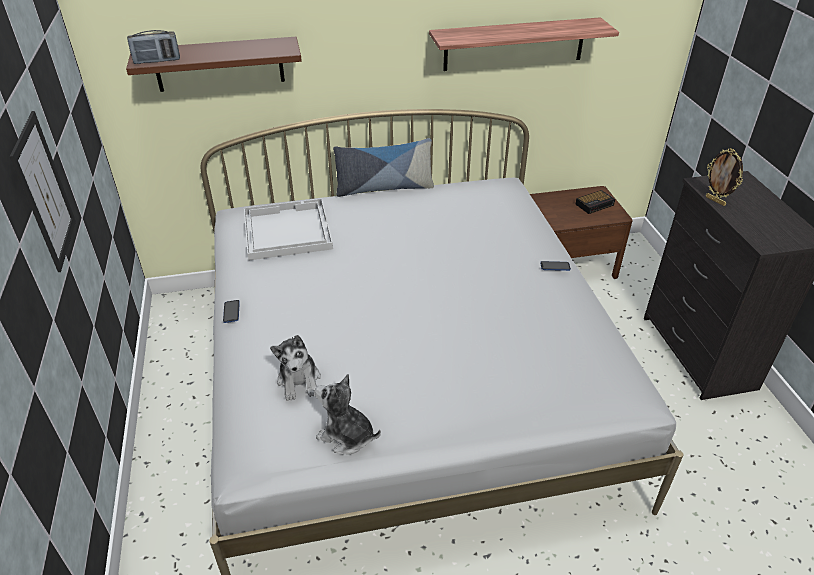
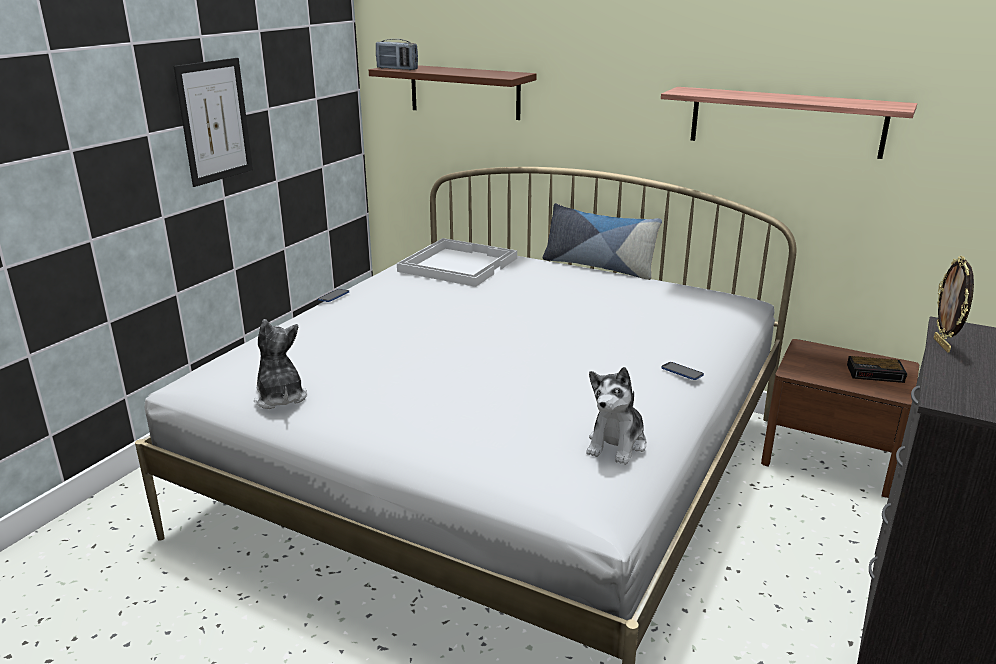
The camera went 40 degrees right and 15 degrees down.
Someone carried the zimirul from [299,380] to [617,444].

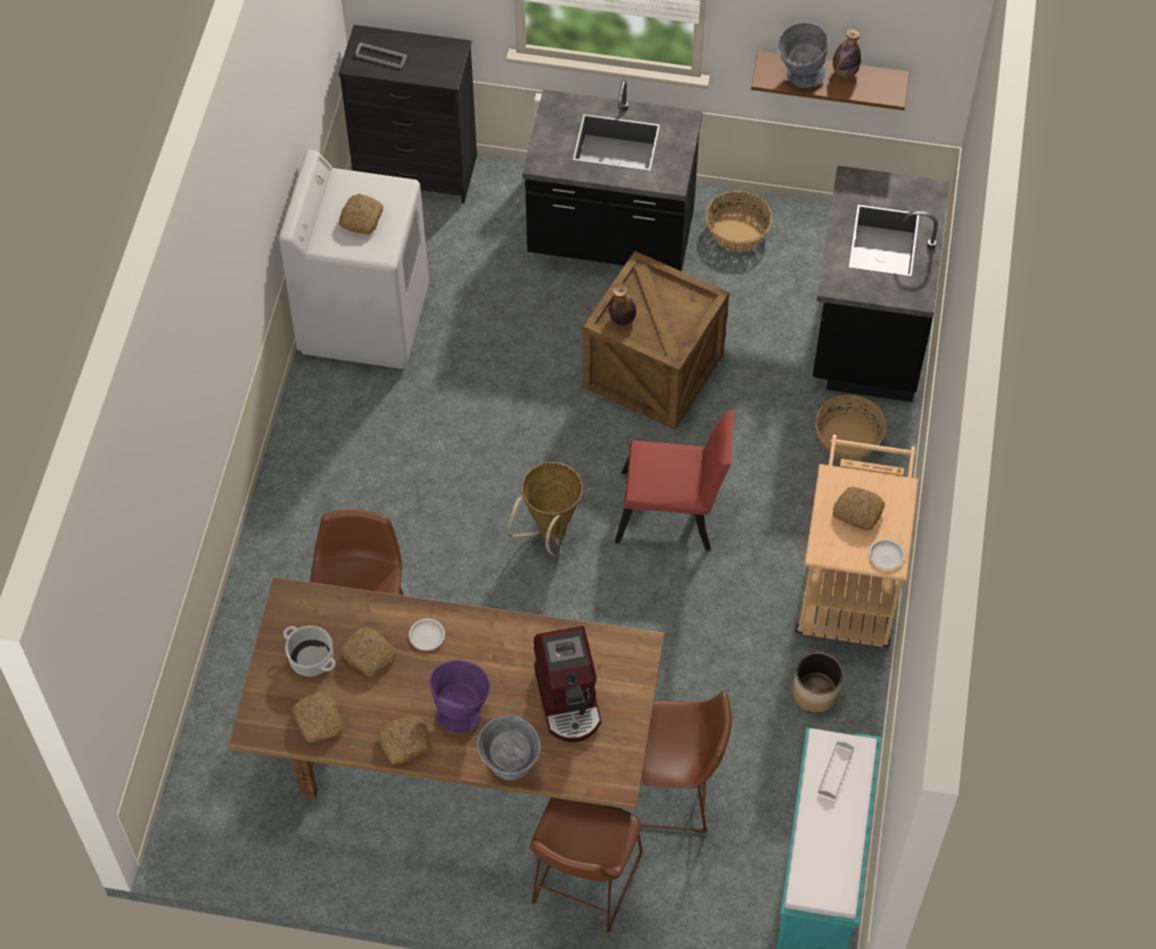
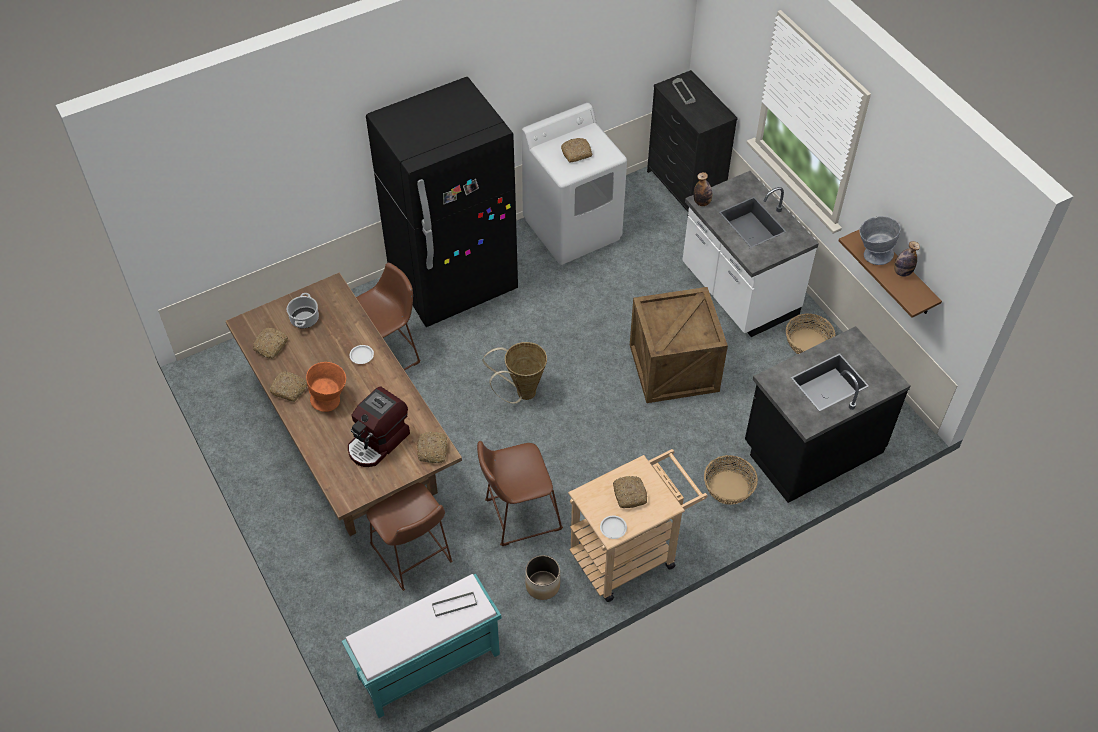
The camera went 50 degrees right and 5 degrees down.
Someone carried the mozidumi from [369,655] to [433,450].
Someone repainted the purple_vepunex at [462,708], which became the orange_vepunex at [331,399].
Someone took away the grey_vepunex at [510,768].
Someone repainted the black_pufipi at [611,237], which became the white_pufipi at [738,292].
Someone carried the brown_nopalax from [583,884] to [518,515].
Someone carried the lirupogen from [622,319] to [702,202].
Someone took away the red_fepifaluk at [673,513].
Someone put down the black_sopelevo at [453,283].

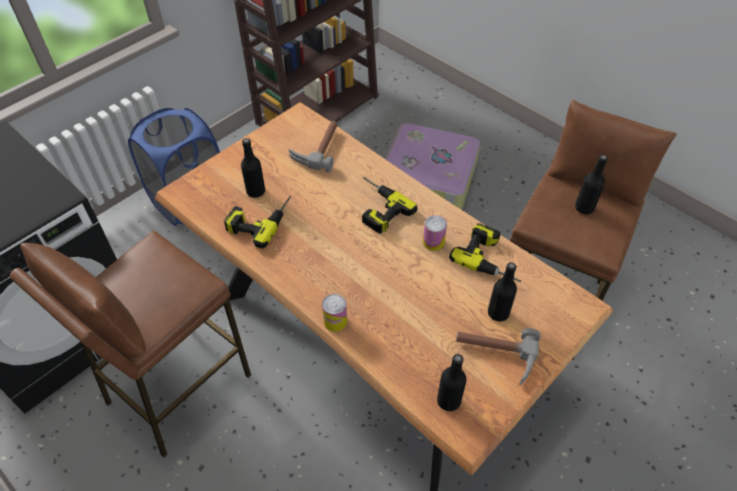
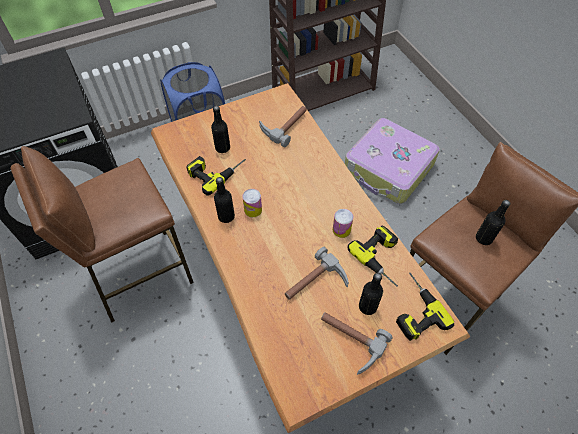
The camera went 20 degrees right and 5 degrees up.
Someone carried the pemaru from [335,321] to [253,210].
Someone carried the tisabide from [376,207] to [413,309].
Someone carried the black_lirupogen from [448,401] to [226,216].
Someone put down the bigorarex at [316,285].

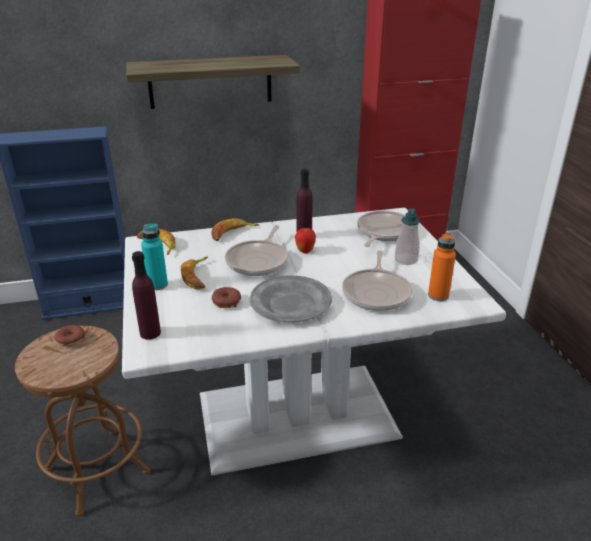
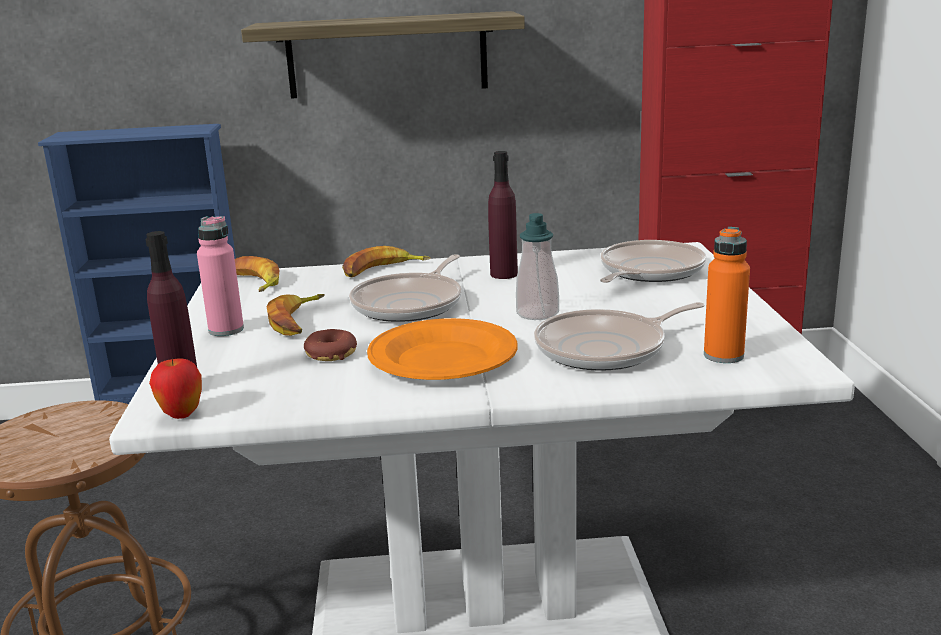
The camera went 10 degrees right and 10 degrees down.
Someone took away the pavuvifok at [70,339].
Someone repainted the turquoise_lirupogen at [157,285], which became the pink_lirupogen at [226,330].
Someone repainted the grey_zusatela at [291,303], which became the orange_zusatela at [444,358].
Someone carried the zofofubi from [305,251] to [181,414].
Someone rotated the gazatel at [376,293] by 45 degrees clockwise.
Someone carried the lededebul from [406,260] to [537,313].

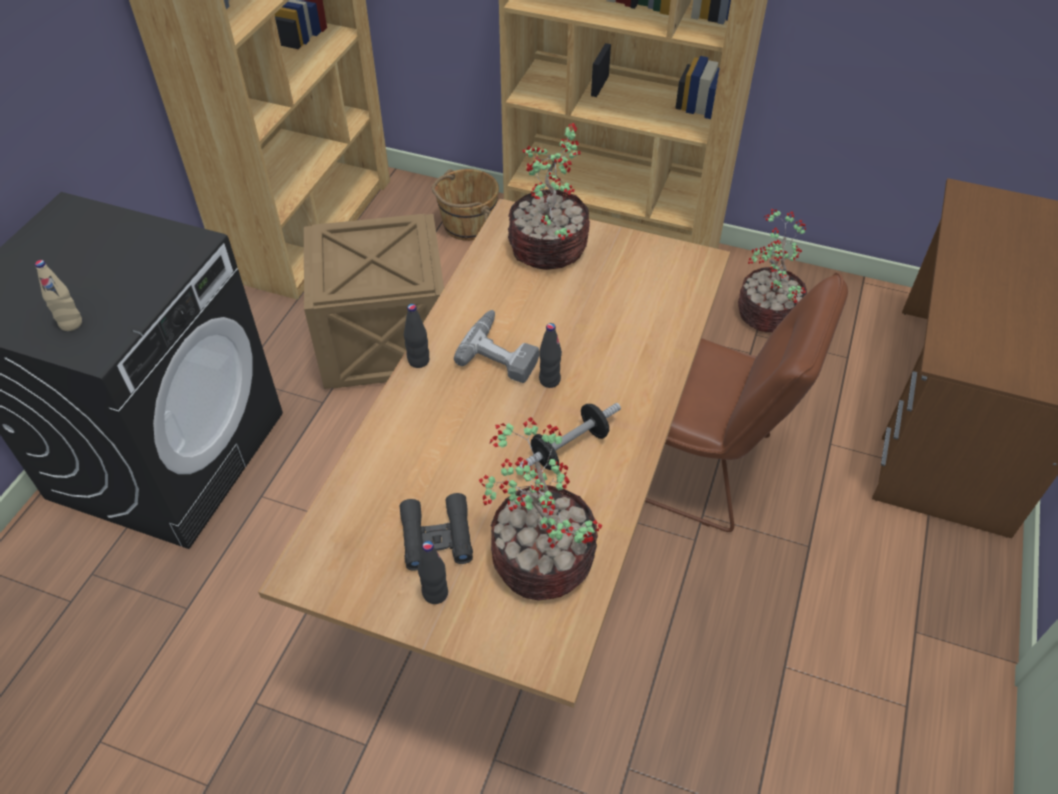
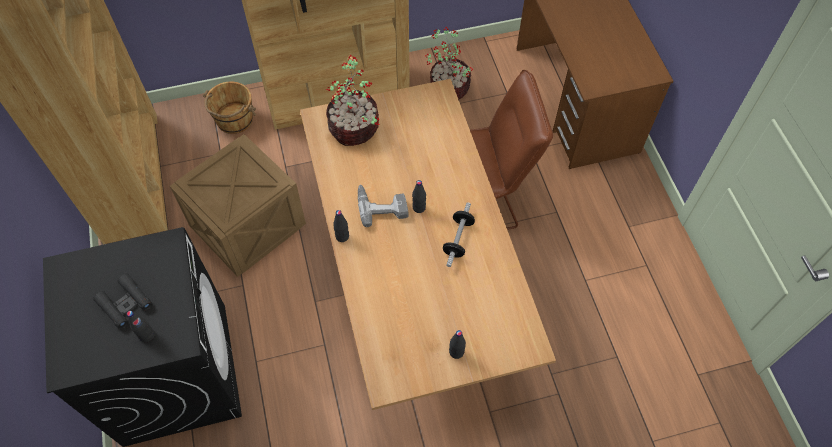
The camera went 35 degrees left and 10 degrees up.
Someone repainted the beige_lirupogen at [71,323], which became the black_lirupogen at [147,335].
Someone carried the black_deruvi from [437,537] to [125,304].
Someone took away the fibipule at [540,556].

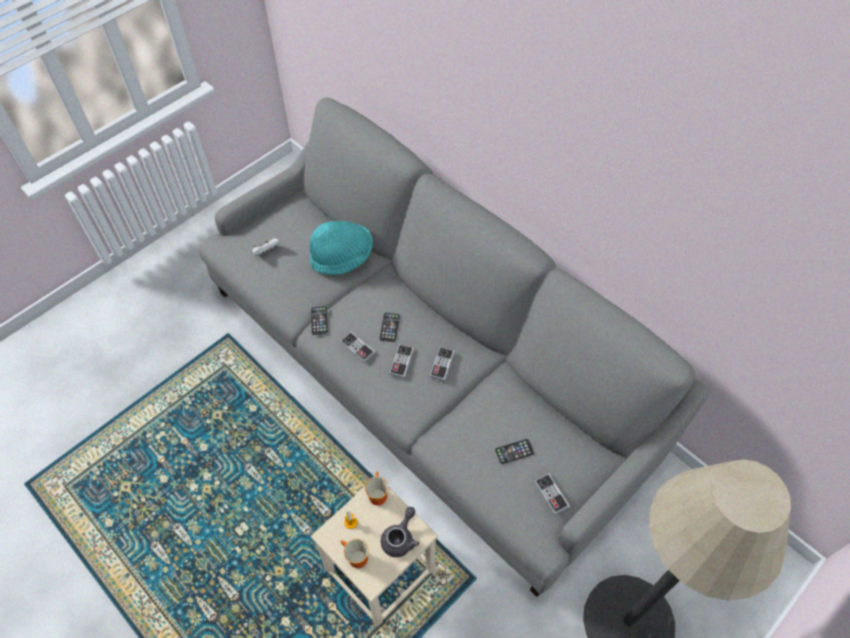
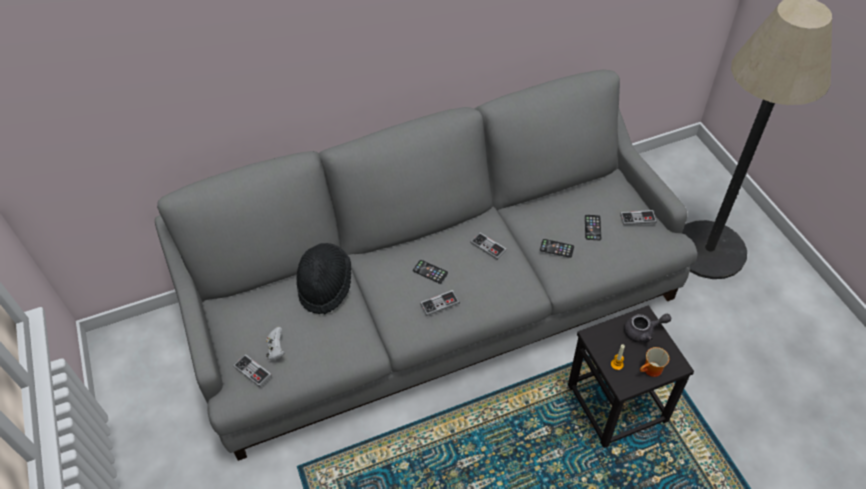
The camera went 65 degrees left and 5 degrees down.
Someone repainted the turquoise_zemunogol at [342,257], which became the black_zemunogol at [325,286].
Someone carried the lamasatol from [319,320] to [556,248].
Someone repainted the beige_nopalax at [380,570], which became the black_nopalax at [618,403].
Someone took away the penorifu at [376,494].
Someone rotated the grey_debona at [400,538] by 120 degrees clockwise.
Someone carried the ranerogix from [401,361] to [252,371].

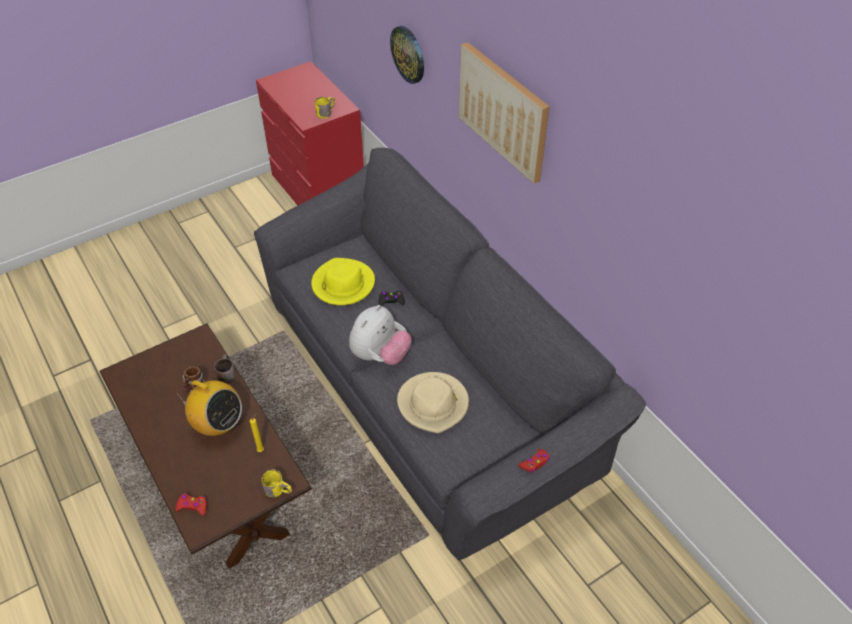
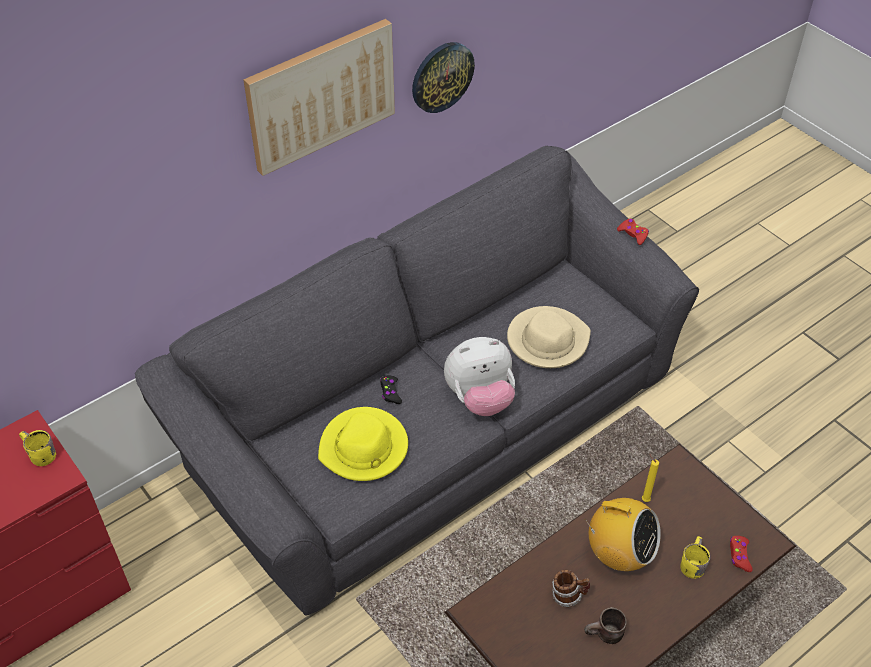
The camera went 95 degrees left and 0 degrees up.
Someone rotated the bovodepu at [218,424] by 90 degrees clockwise.
Someone carried the brown_penorifu from [225,374] to [605,636].
Someone carried the yellow_penorifu from [279,489] to [691,563].
Someone rotated the zimirul at [380,355] by 135 degrees clockwise.
Someone carried the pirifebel from [408,54] to [442,76].

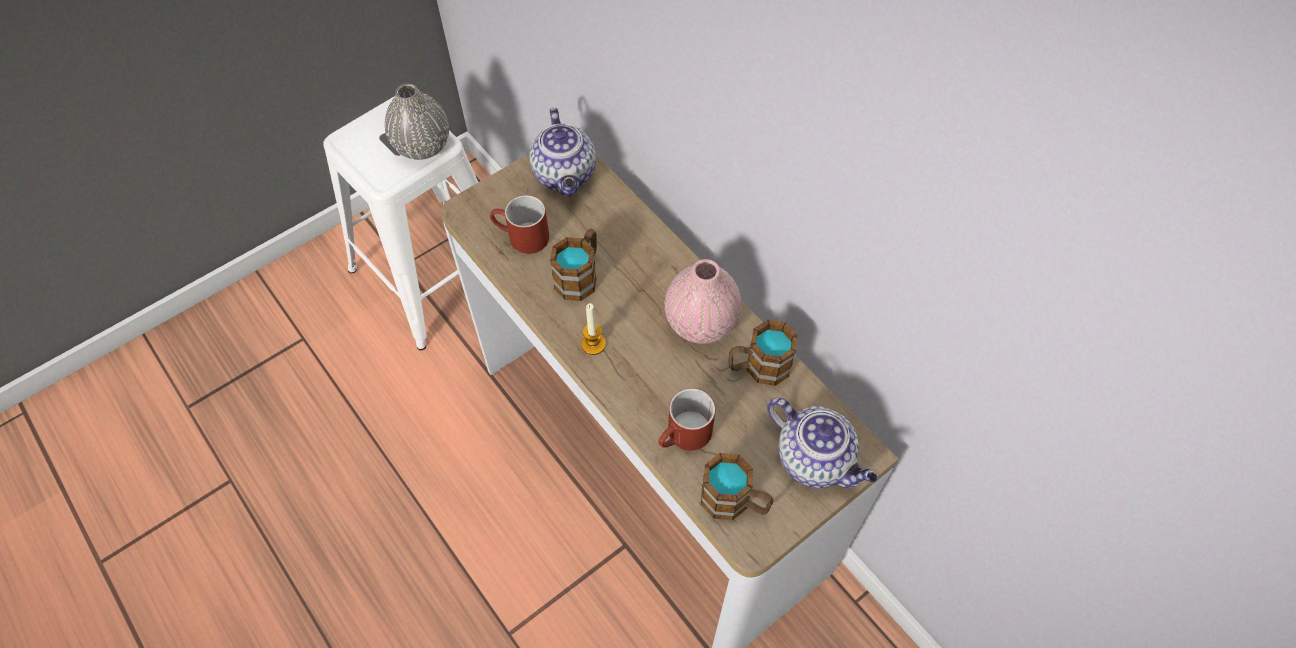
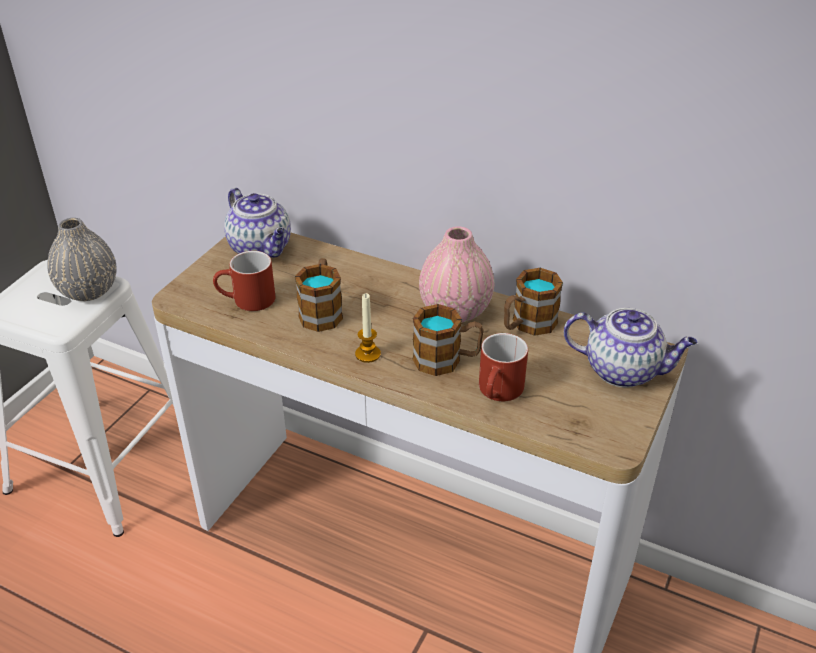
The camera went 25 degrees left and 20 degrees down.
Someone carried the penorifu from [734,502] to [447,360].

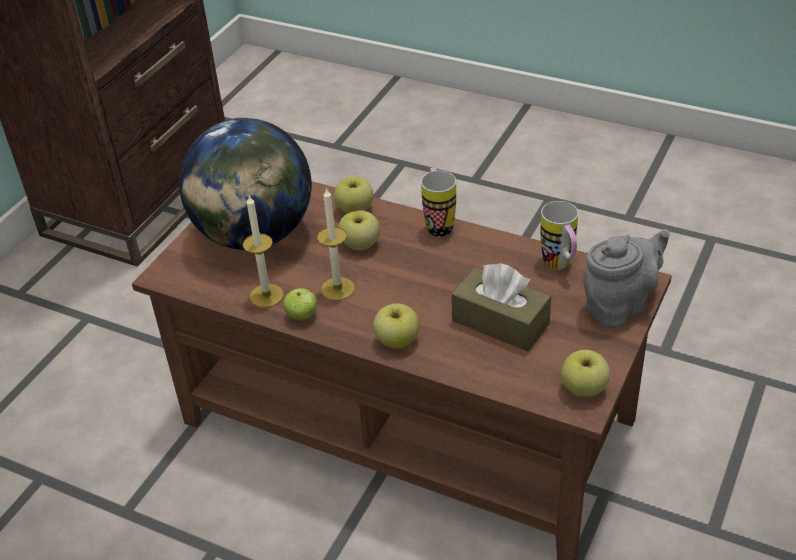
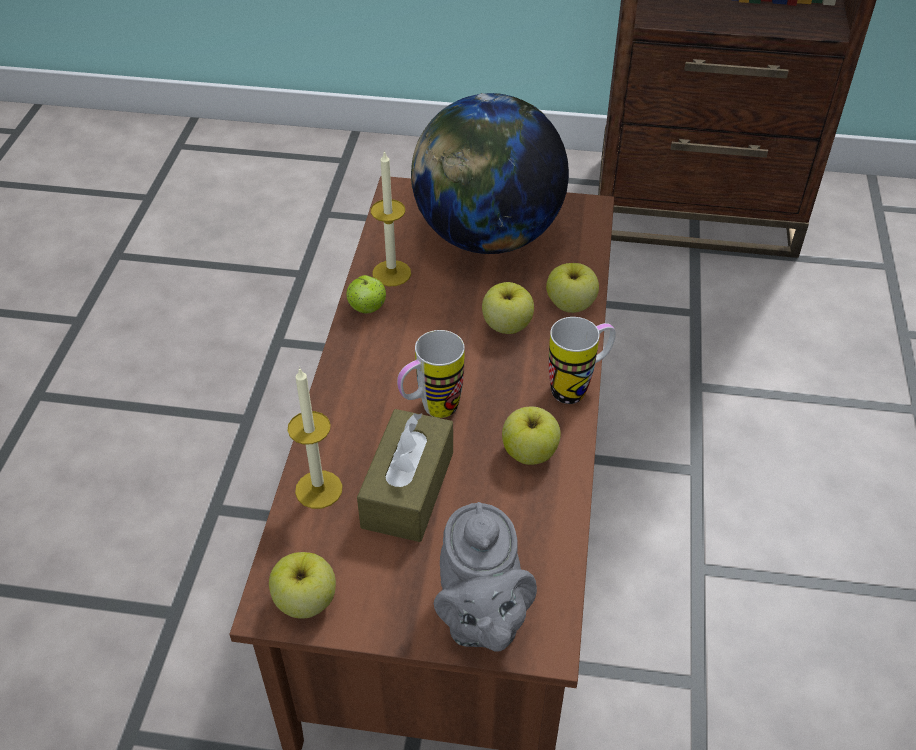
The camera went 70 degrees right and 5 degrees up.
Someone carried the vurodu from [338,289] to [318,489].
Someone carried the zofofubi from [397,340] to [530,452].
Someone carried the penorifu from [560,266] to [430,410].
Someone rotated the grey_debona at [619,306] by 45 degrees clockwise.

